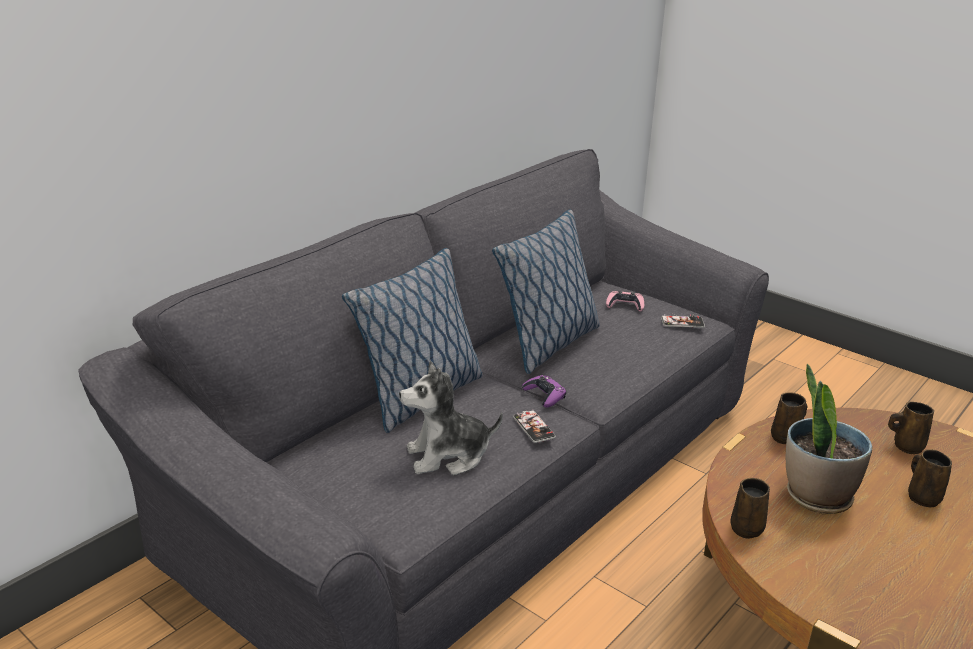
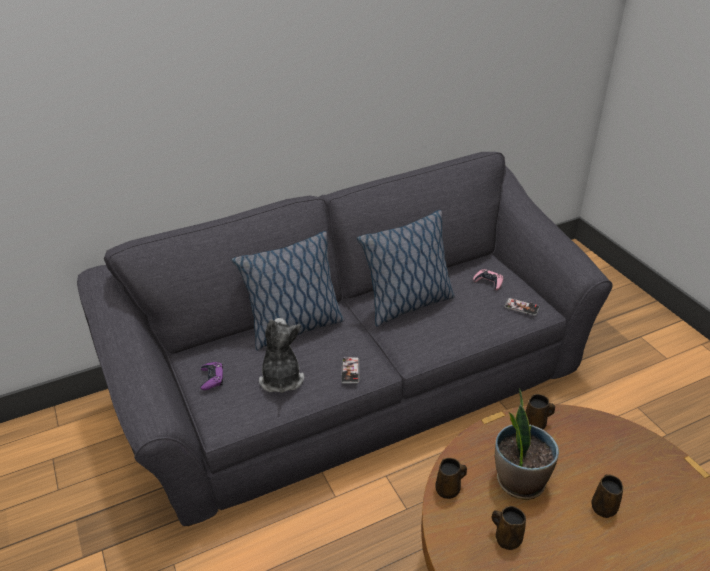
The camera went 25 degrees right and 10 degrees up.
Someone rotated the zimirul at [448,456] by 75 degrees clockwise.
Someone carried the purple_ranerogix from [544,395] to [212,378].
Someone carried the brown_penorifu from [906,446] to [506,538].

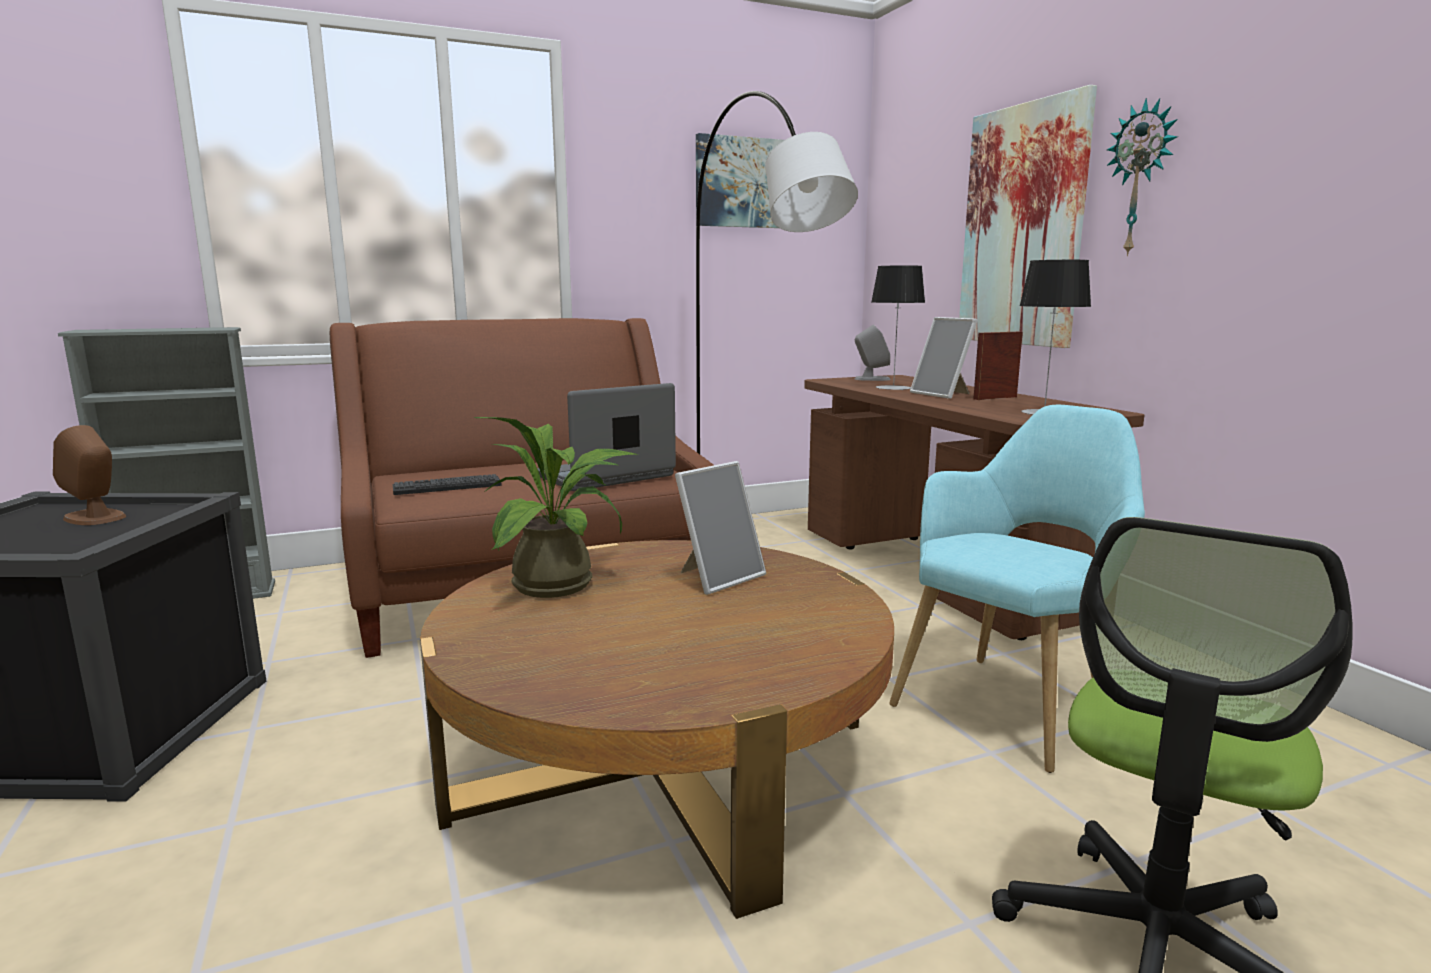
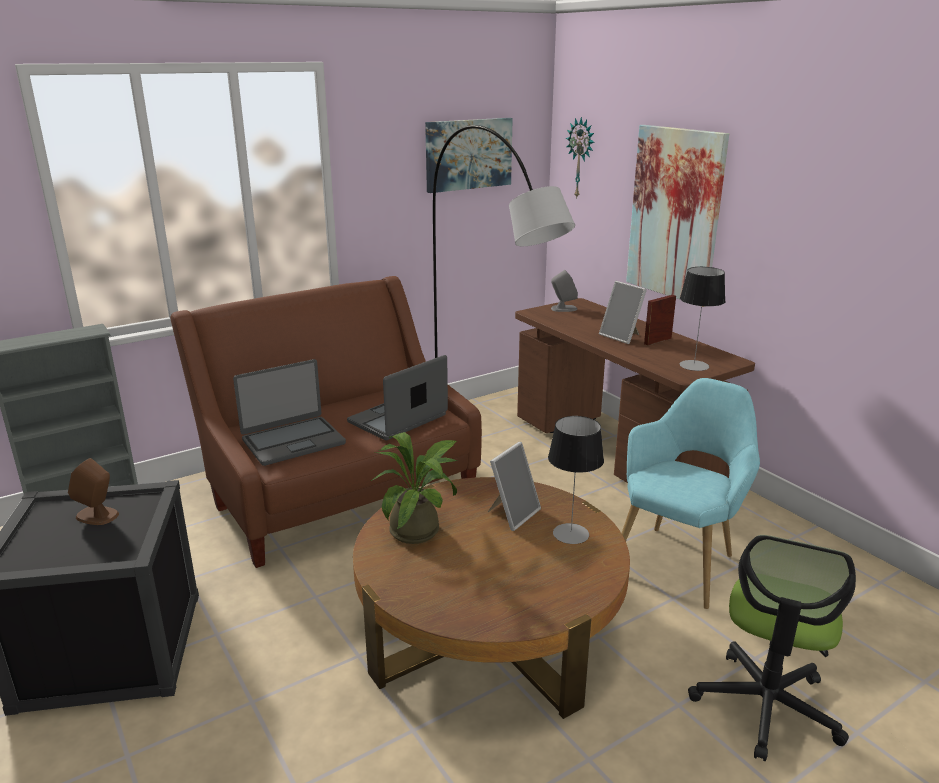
The camera went 10 degrees left and 10 degrees up.
Someone swapped the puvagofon at [447,486] for the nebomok at [293,441].
Someone carried the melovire from [893,388] to [571,534].
Someone carried the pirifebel from [1141,179] to [581,158].

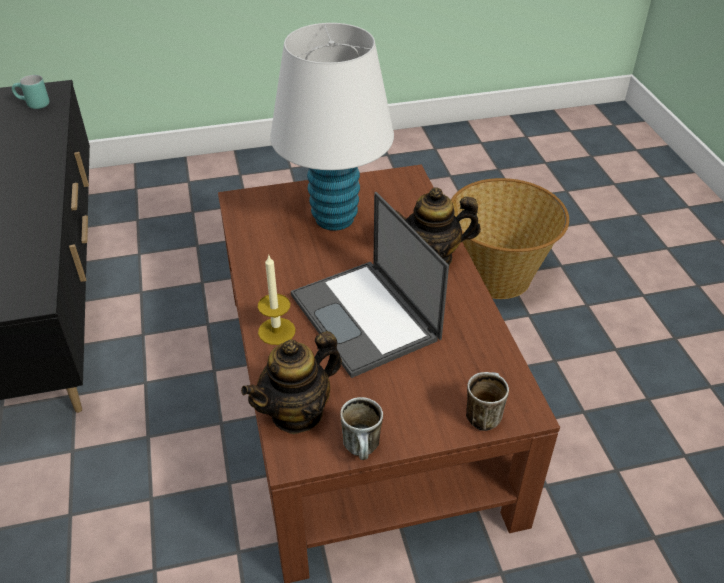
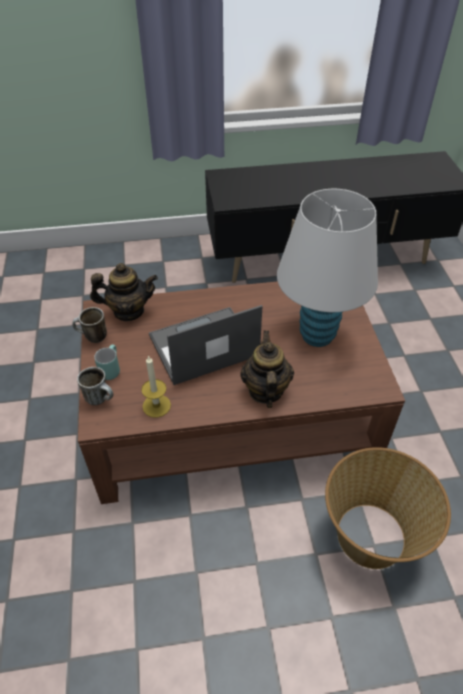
The camera went 95 degrees right and 5 degrees up.
Someone carried the turquoise_penorifu from [33,105] to [109,369].
Someone rotated the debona at [297,412] by 120 degrees clockwise.
Someone carried the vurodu from [276,331] to [156,405].

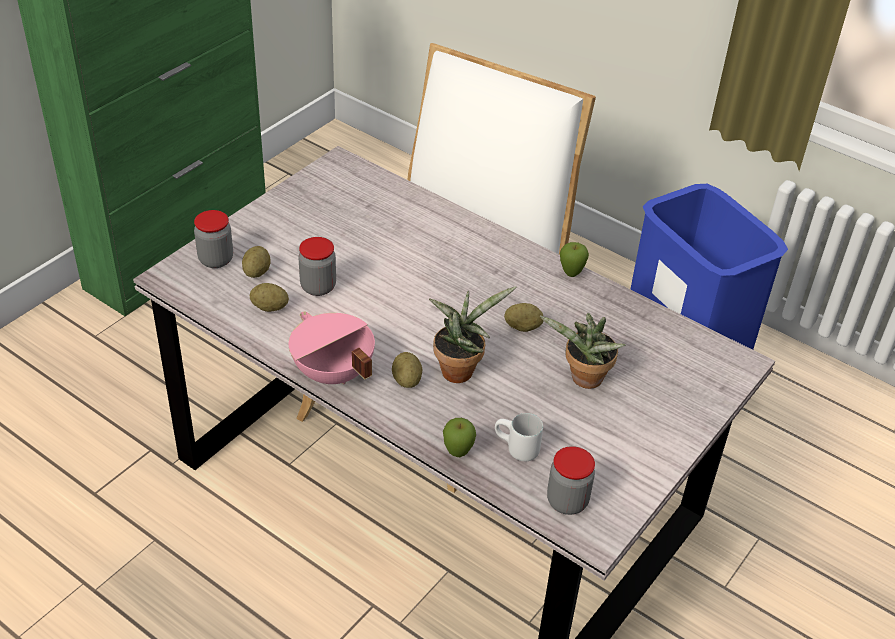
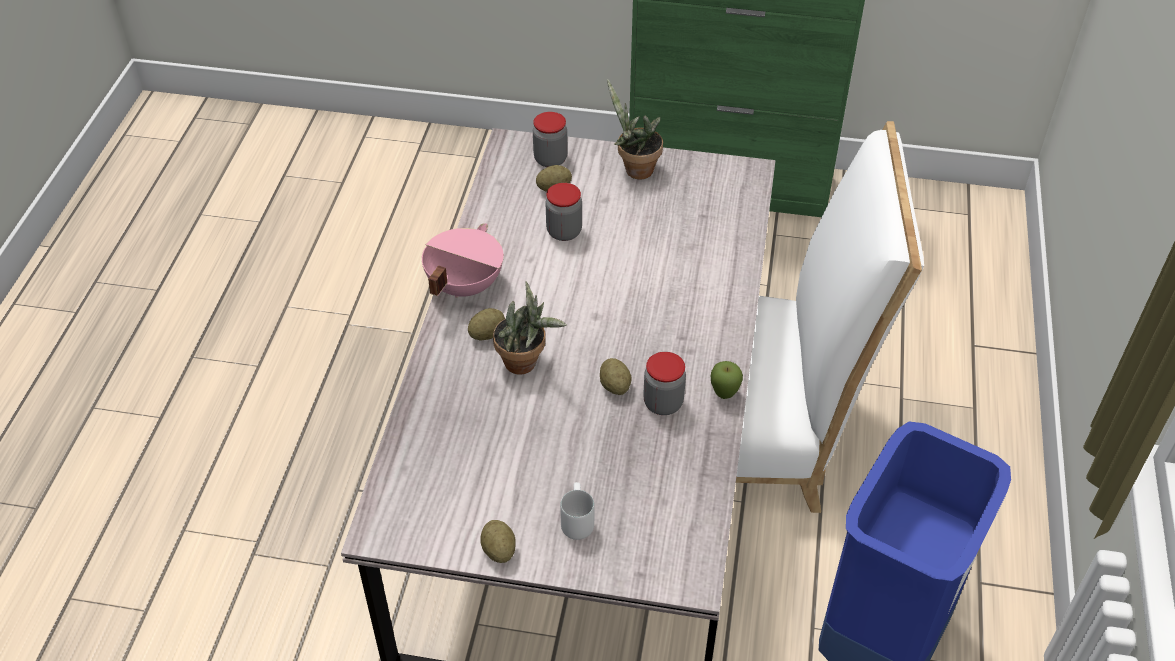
The camera went 65 degrees right and 5 degrees up.
Someone carried the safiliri from [269,307] to [499,550].
Someone took away the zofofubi at [458,453].
Someone carried the white_penorifu from [515,450] to [575,520].
Someone carried the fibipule from [583,380] to [635,169].
Someone carried the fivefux from [567,501] to [663,403].

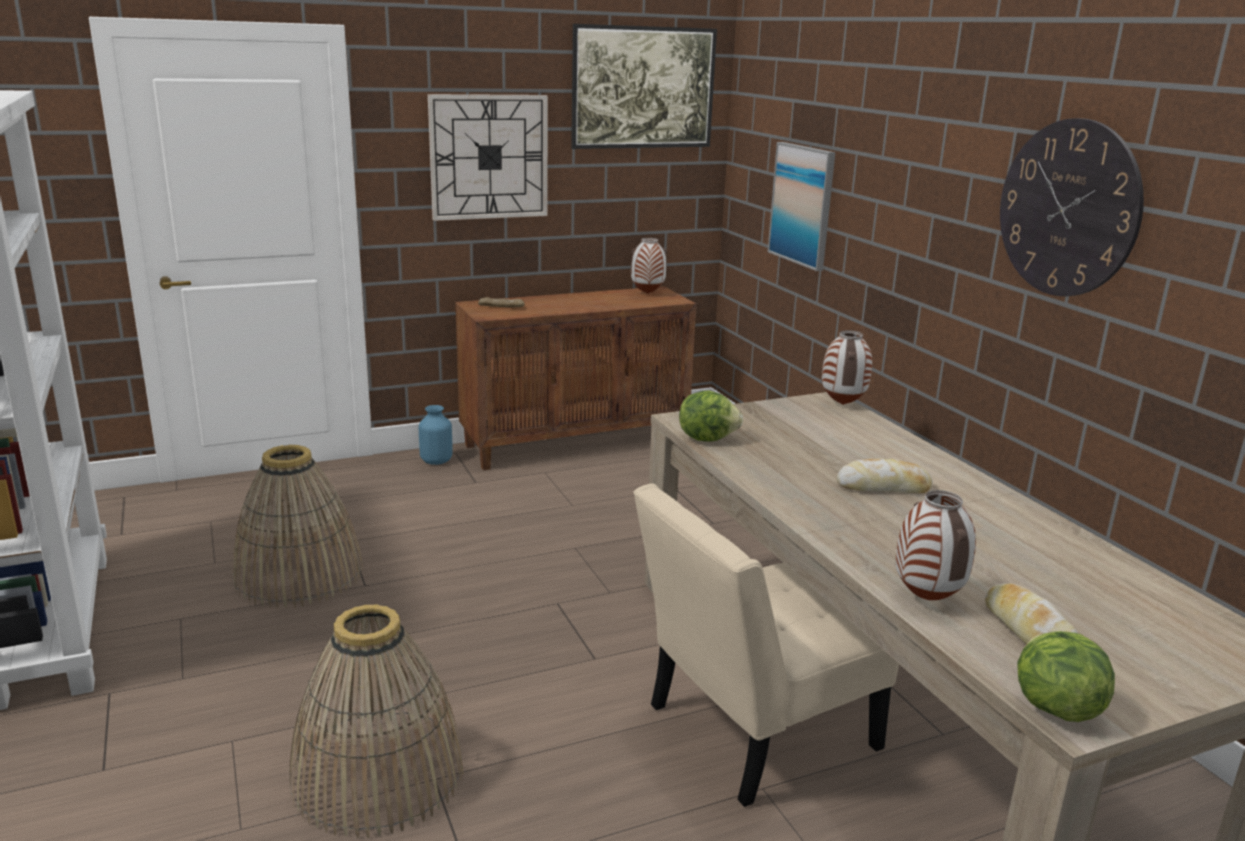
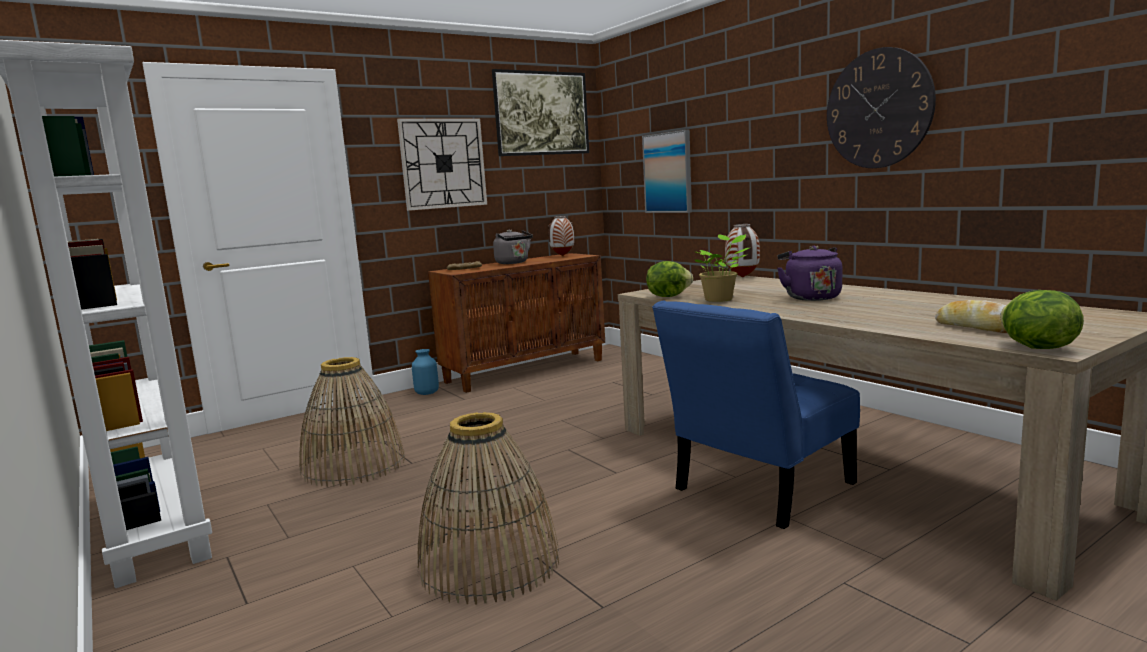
The camera went 10 degrees left and 10 degrees down.
Someone repainted the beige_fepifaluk at [751,731], which became the blue_fepifaluk at [758,490].
Someone swapped the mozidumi at [883,487] for the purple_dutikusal at [810,297].
Someone took away the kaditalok at [928,599].
Someone put down the grey_dutikusal at [513,263].
Someone put down the fibipule at [720,299].

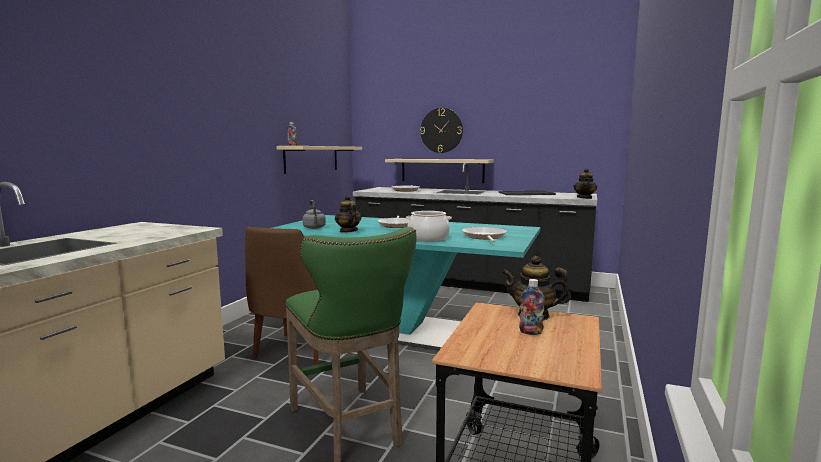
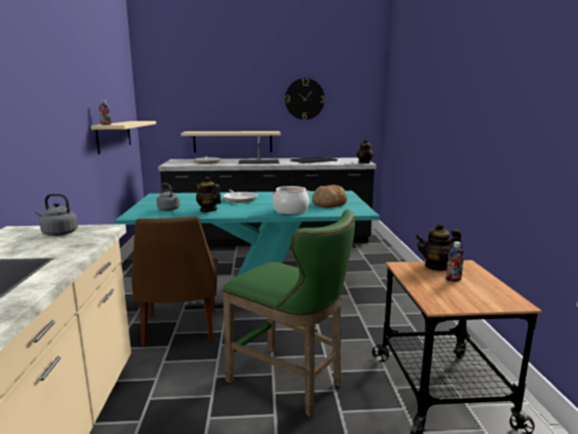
The camera went 25 degrees left and 5 degrees up.
Someone carried the pirifebel from [441,130] to [304,99].
Someone swapped the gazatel at [484,237] for the mozidumi at [329,204].
Someone put down the grey_dutikusal at [58,233].

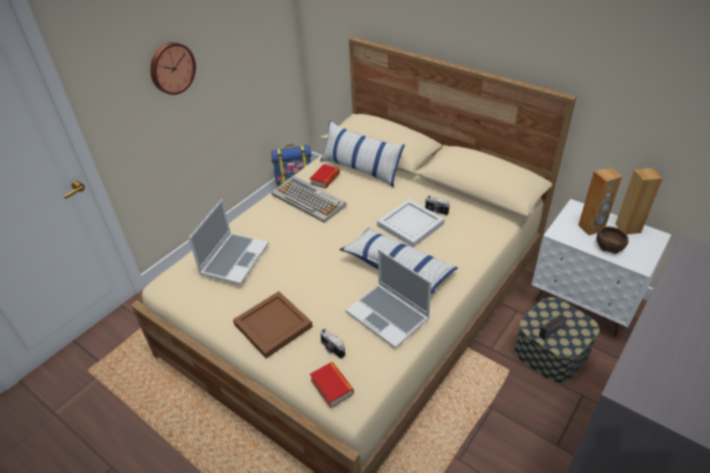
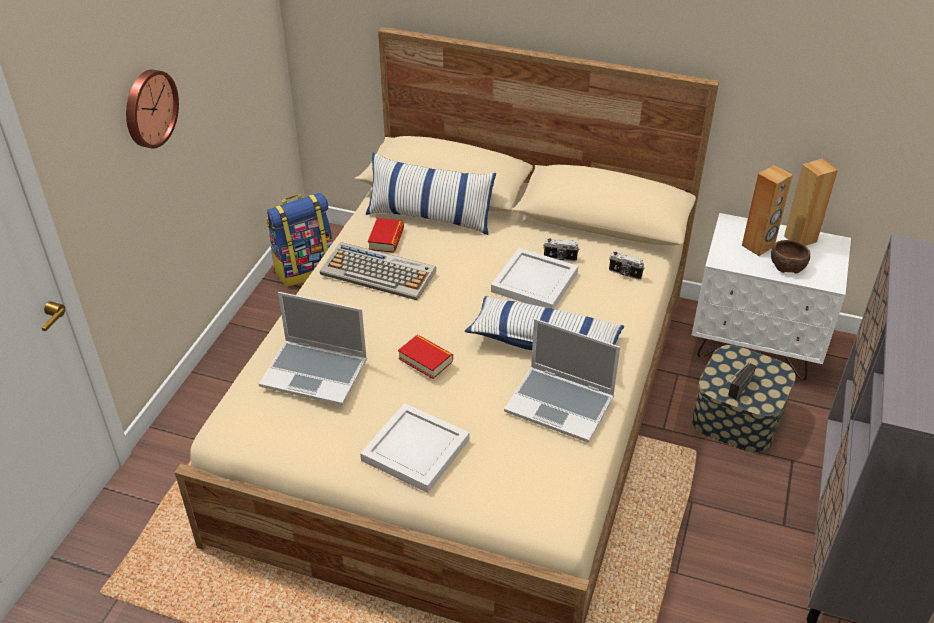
The camera went 20 degrees left and 0 degrees up.
Someone rotated the nebomok at [234,258] by 105 degrees clockwise.
Someone repainted the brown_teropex at [272,325], which became the white_teropex at [414,450].
Someone carried the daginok from [332,387] to [425,360].
Someone carried the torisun from [332,349] to [625,274].

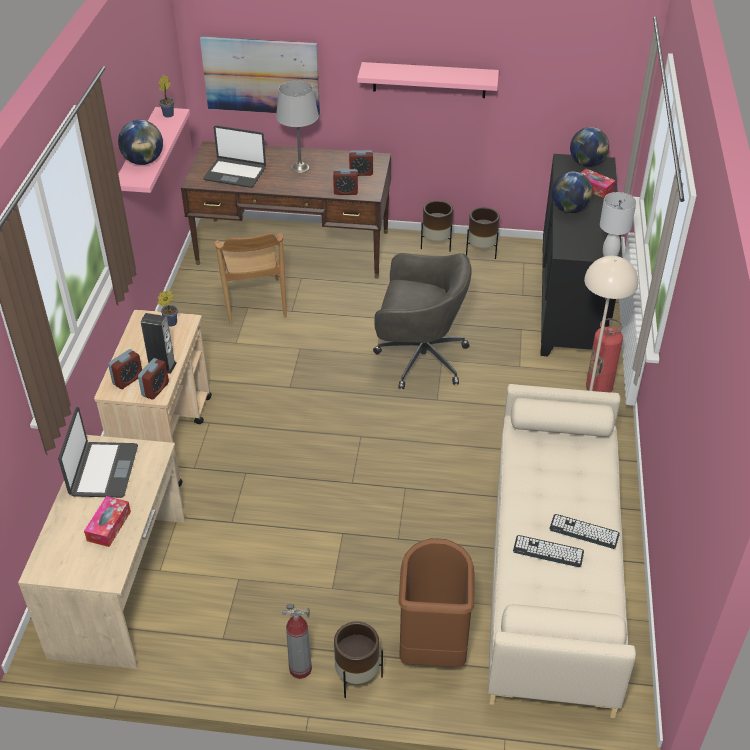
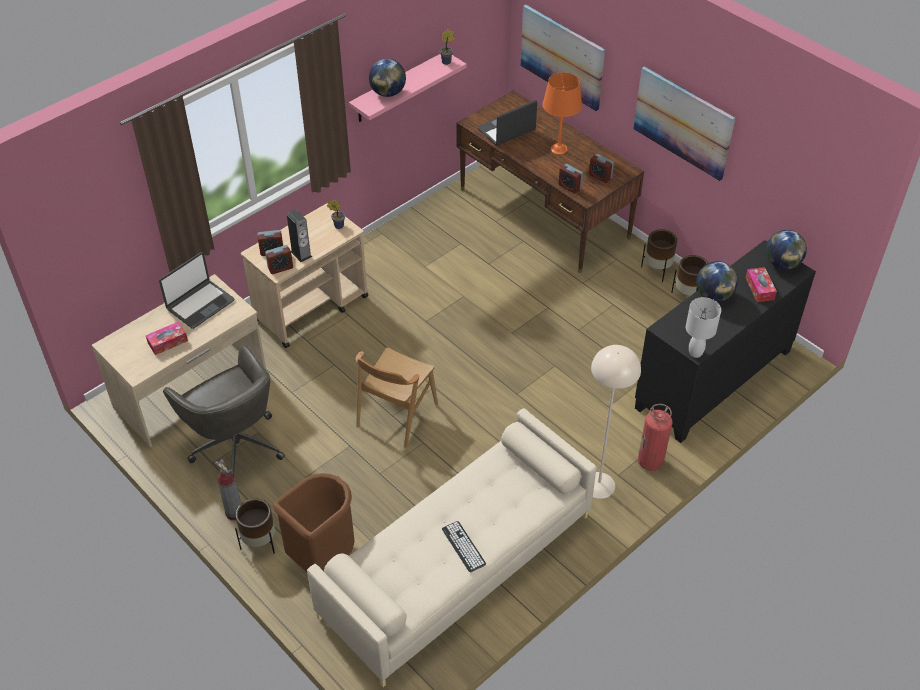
The camera went 40 degrees right and 5 degrees up.
Someone rotated the nebomok at [235,173] by 90 degrees clockwise.
Someone carried the brown_fepifaluk from [254,302] to [396,415].
Someone repainted the grey_melovire at [300,168], which became the orange_melovire at [559,149].
Someone swapped the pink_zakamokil at [429,80] for the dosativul at [683,122].
Someone carried the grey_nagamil from [419,358] to [236,444].
Someone took away the puvagofon at [548,551].

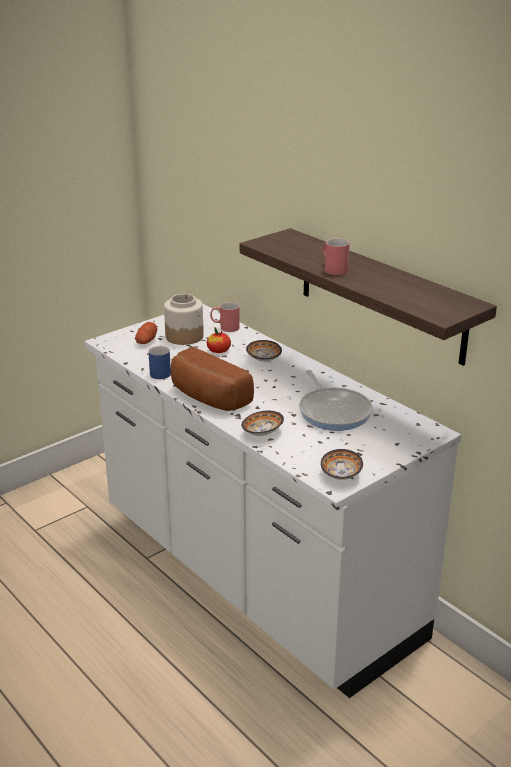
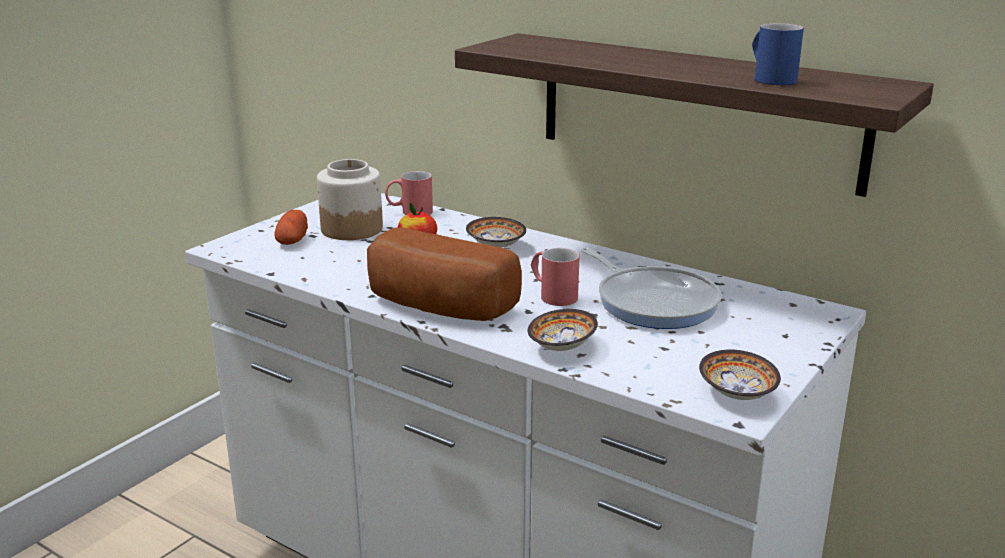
The camera went 15 degrees left and 5 degrees down.
Someone carried the blue_penorifu from [160,371] to [769,78].
Someone carried the red_penorifu from [333,268] to [552,295].

